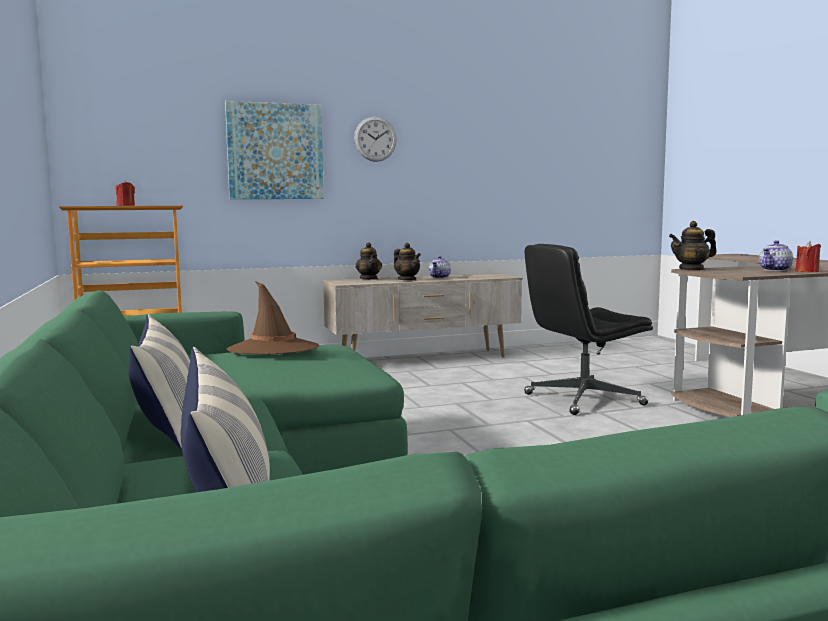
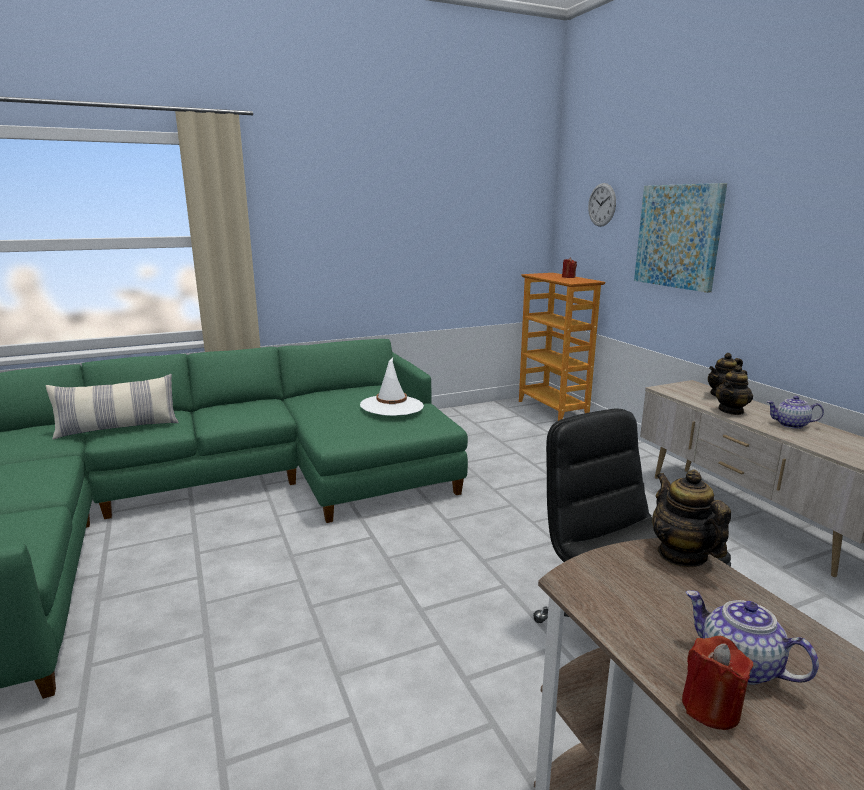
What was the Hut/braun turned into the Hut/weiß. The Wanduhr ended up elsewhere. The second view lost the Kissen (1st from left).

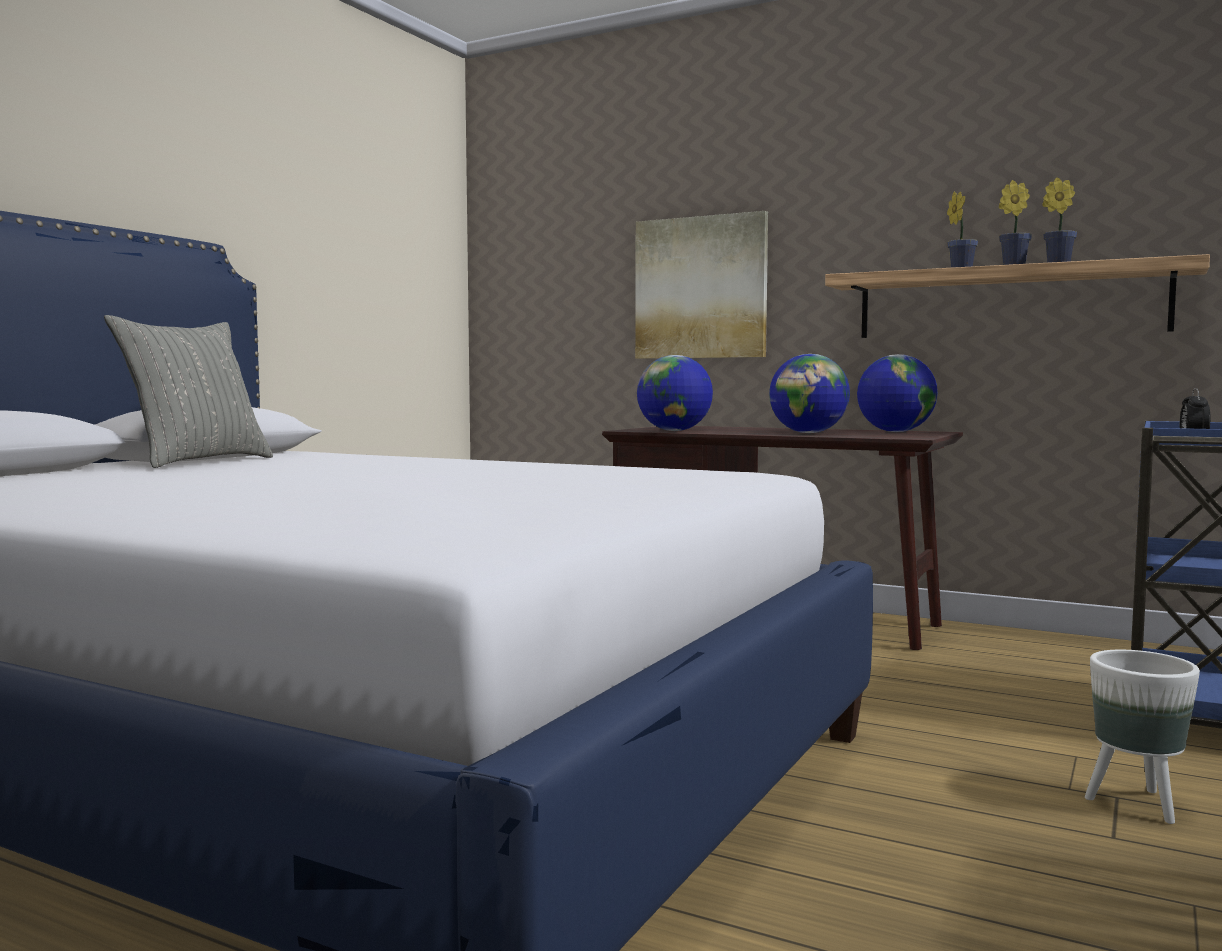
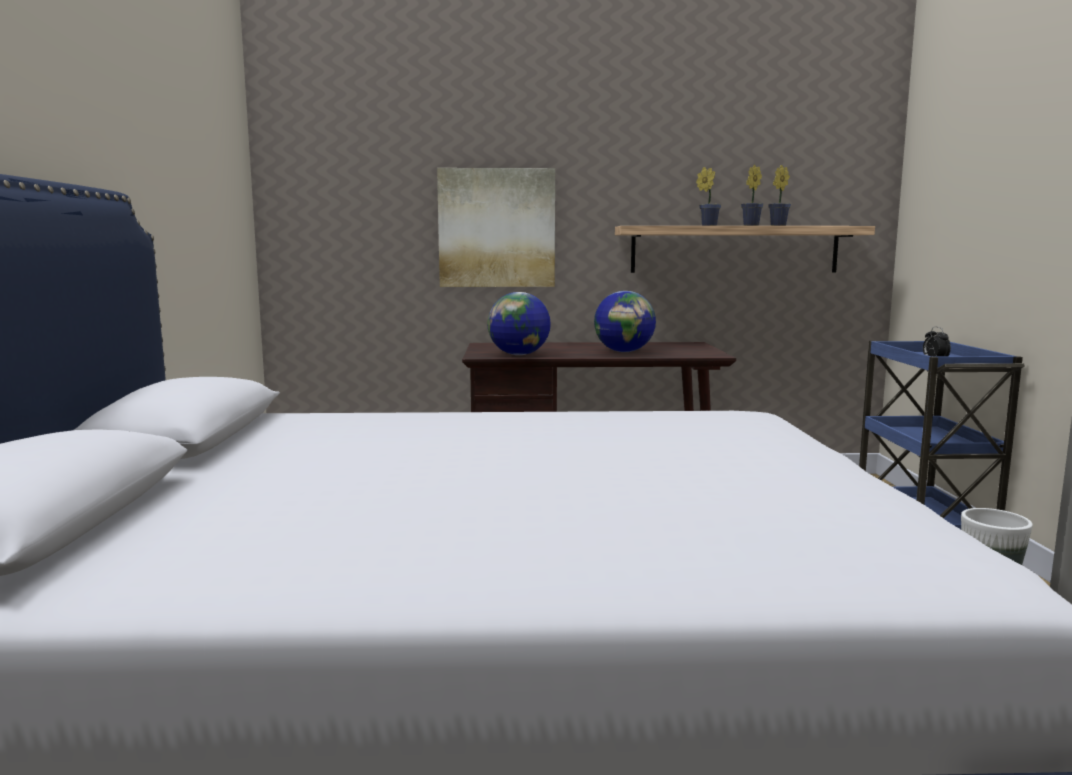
The second view lost the Kissen/grau. The second view lost the Globus (3rd from left).

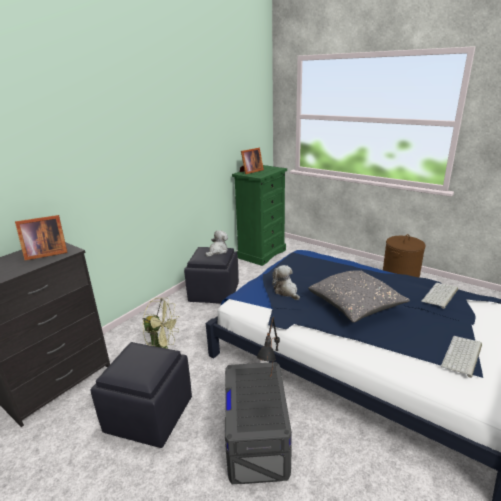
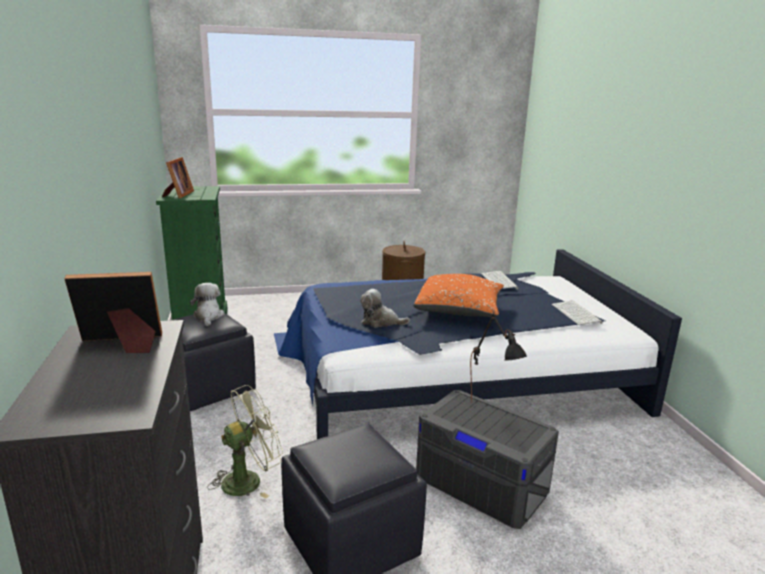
The Bilderrahmen (1st from left) ended up facing another way, 120 degrees counterclockwise from before. What was the Kissen/grau turned into the Kissen/orange.

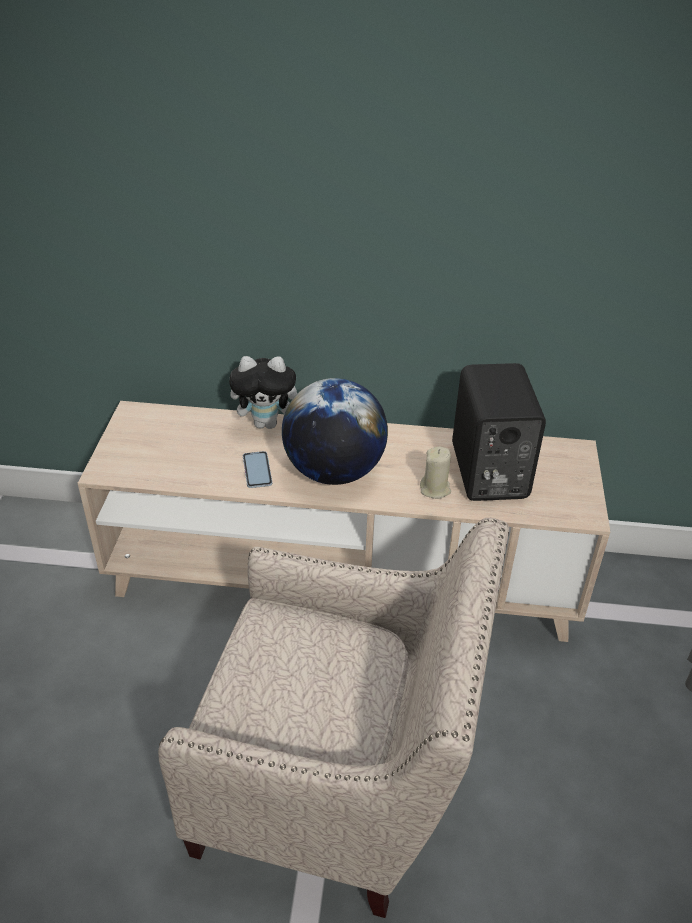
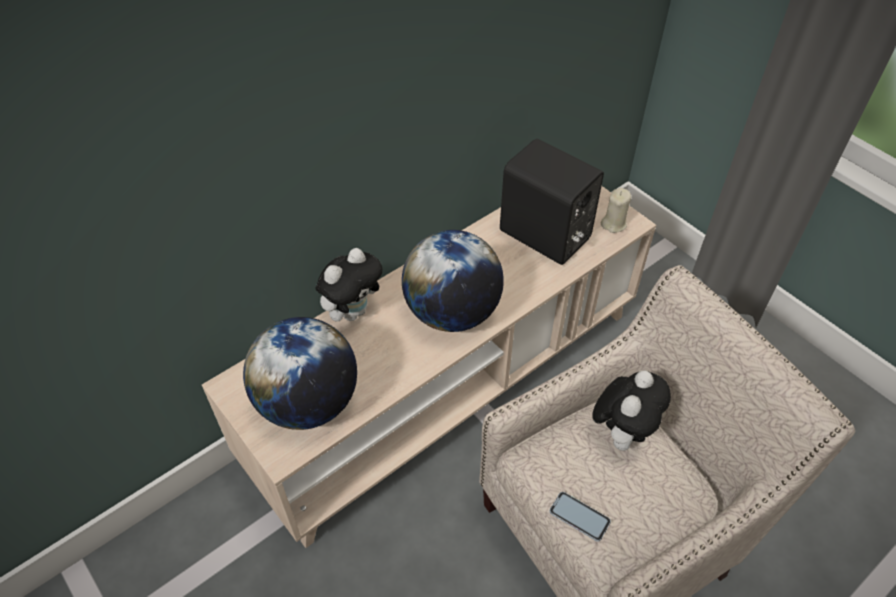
The second view gained the Globus (1st from left). The Handy ended up elsewhere. The second view gained the Plüschtier (2nd from left). The Kerze/beige ended up elsewhere.

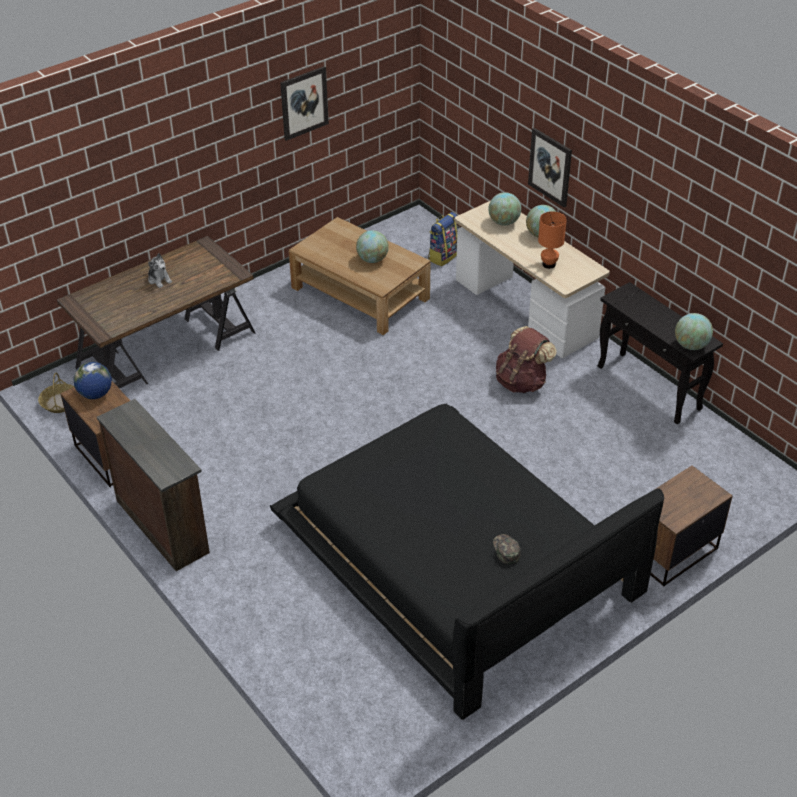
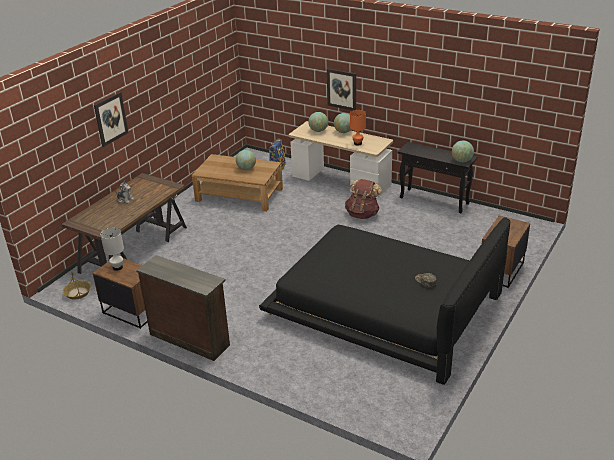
The Bild (1st from left) ended up elsewhere. Where the Globus (1st from left) stood, the Tischlampe/weiß came to stand.

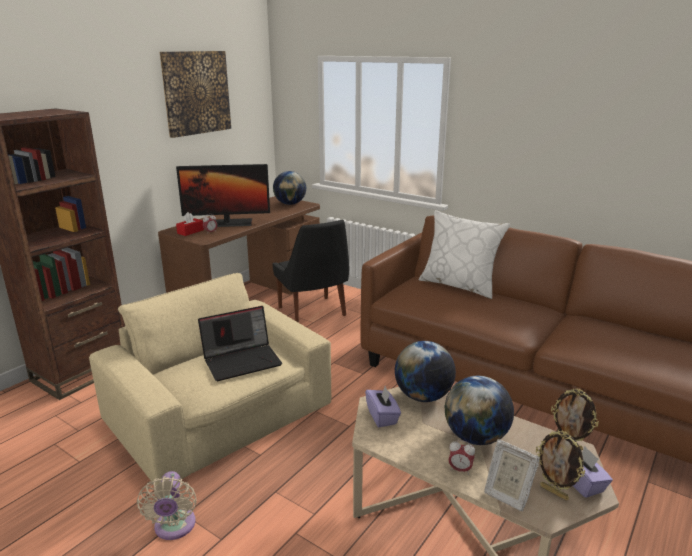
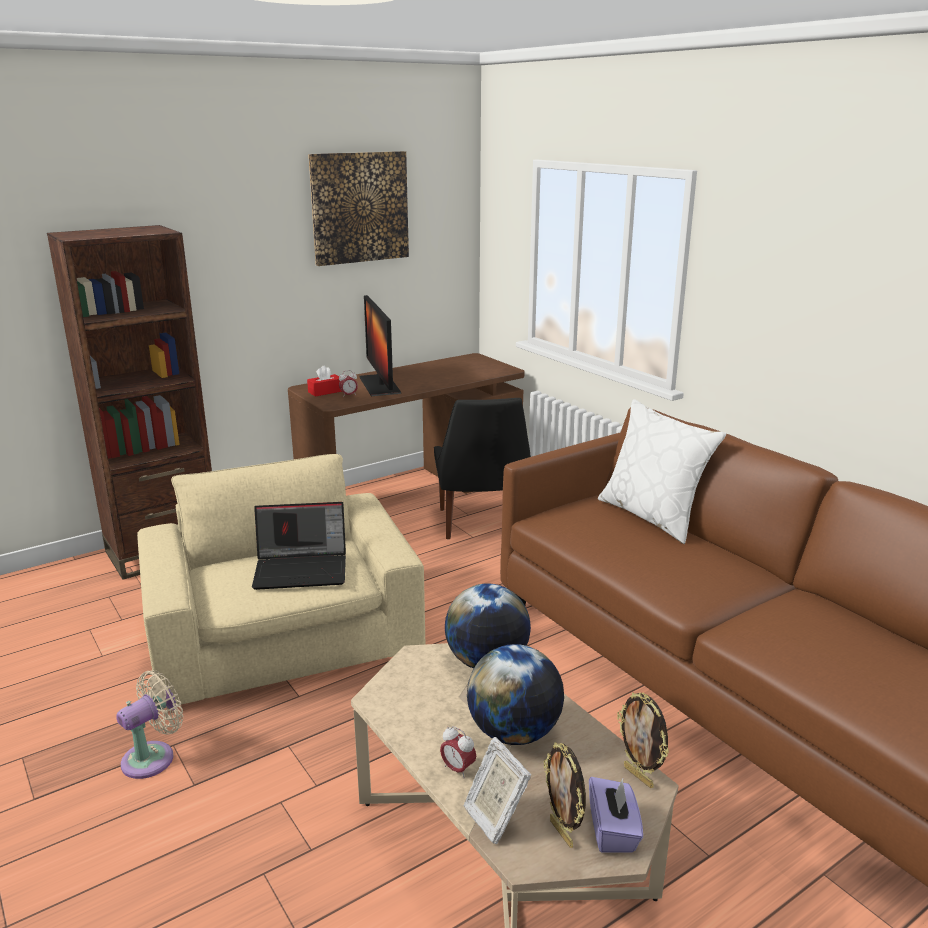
The Ventilator/beige ended up facing another way, 150 degrees counterclockwise from before. The Monitor ended up facing another way, 60 degrees clockwise from before. The second view lost the Globus (1st from left). The second view lost the Taschentuchbox/lila (1st from left).

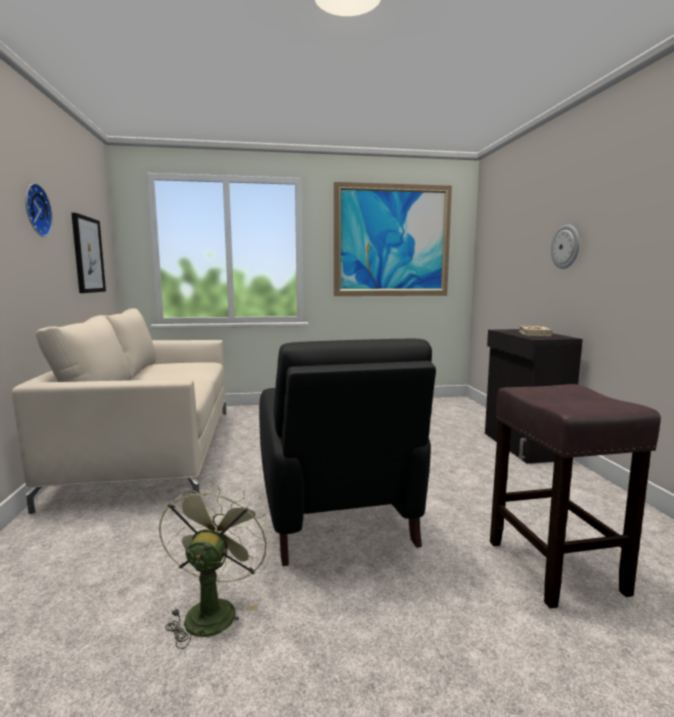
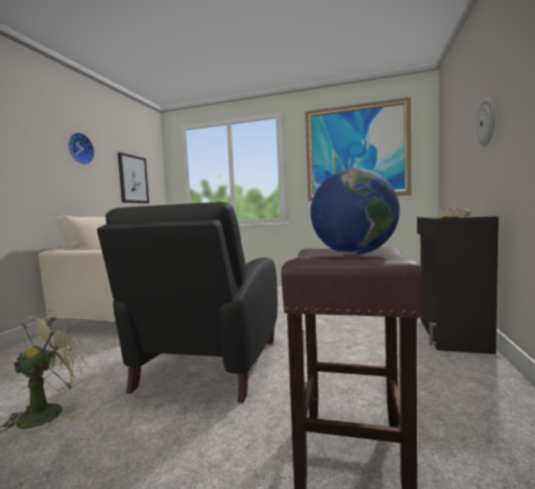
The second view gained the Globus.

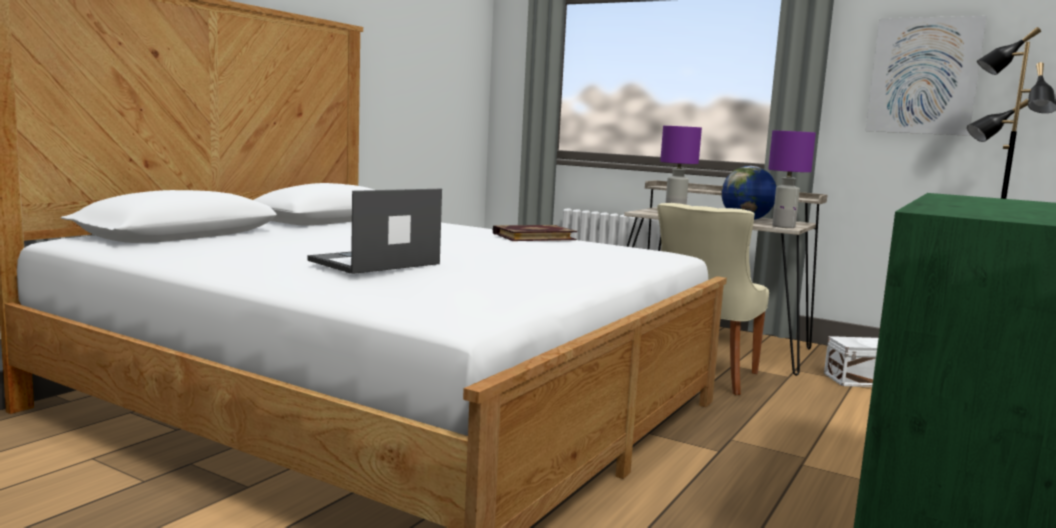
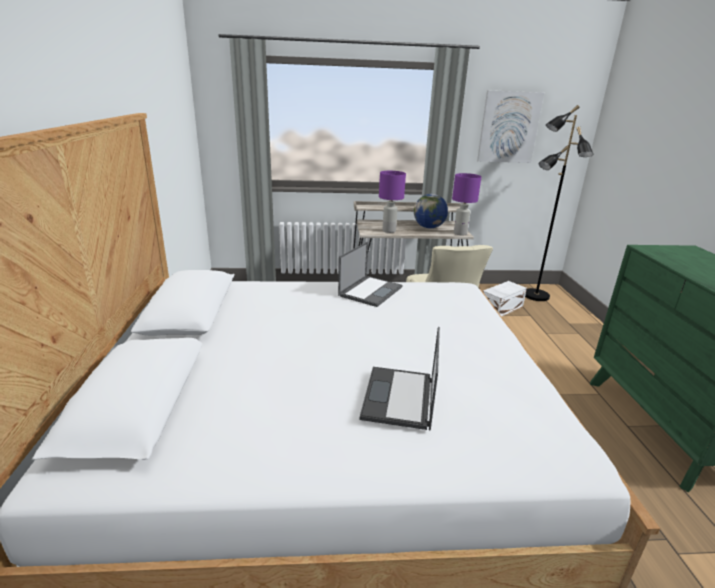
Where the Buch stood, the Laptop (1st from left) came to stand.

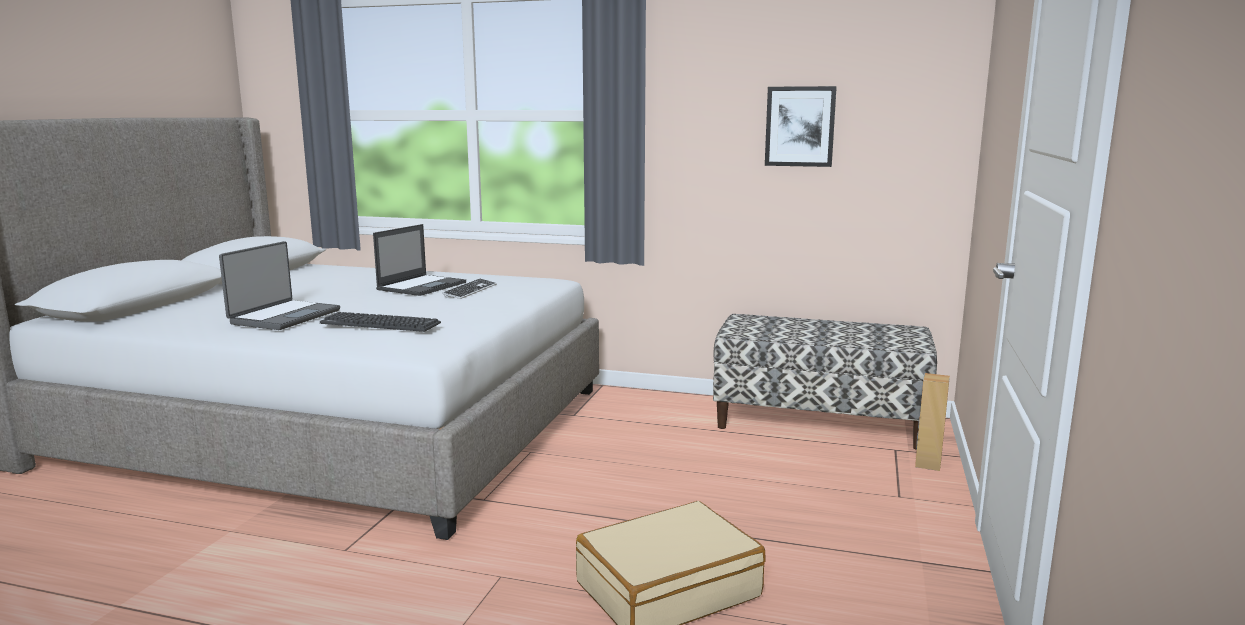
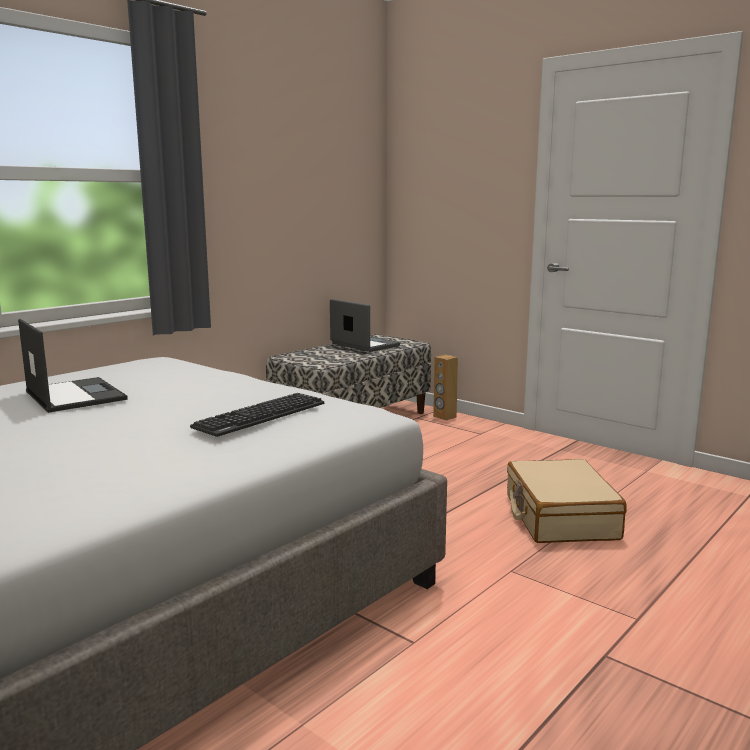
The Laptop (1st from left in the first image) ended up elsewhere. The second view lost the Tastatur (2nd from left). The second view lost the Bild.

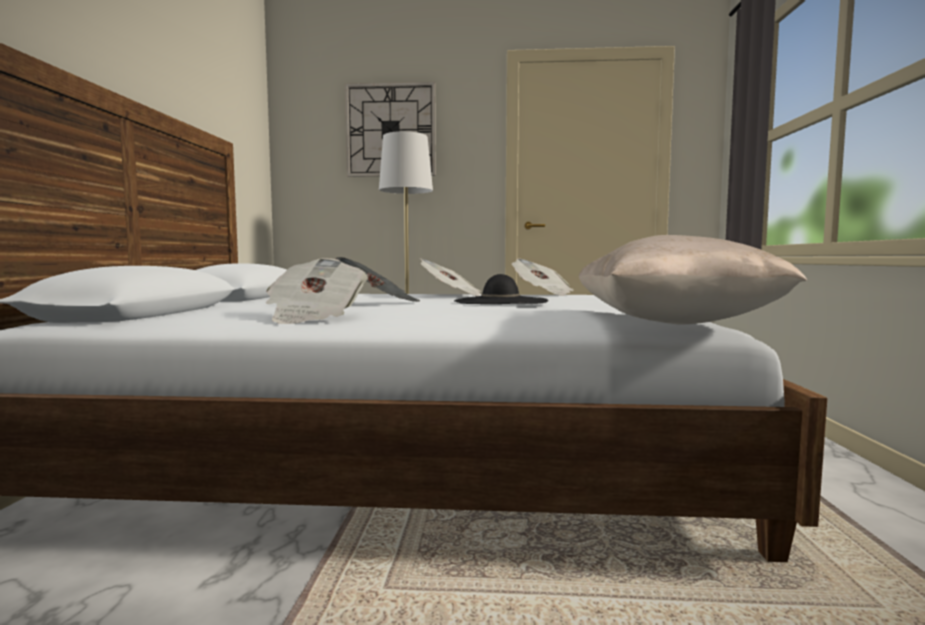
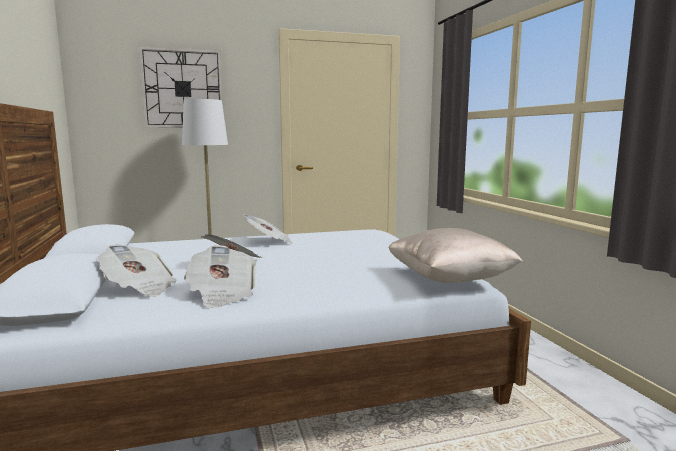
The Zeitung (4th from left in the first image) ended up elsewhere. The second view lost the Hut/schwarz.

